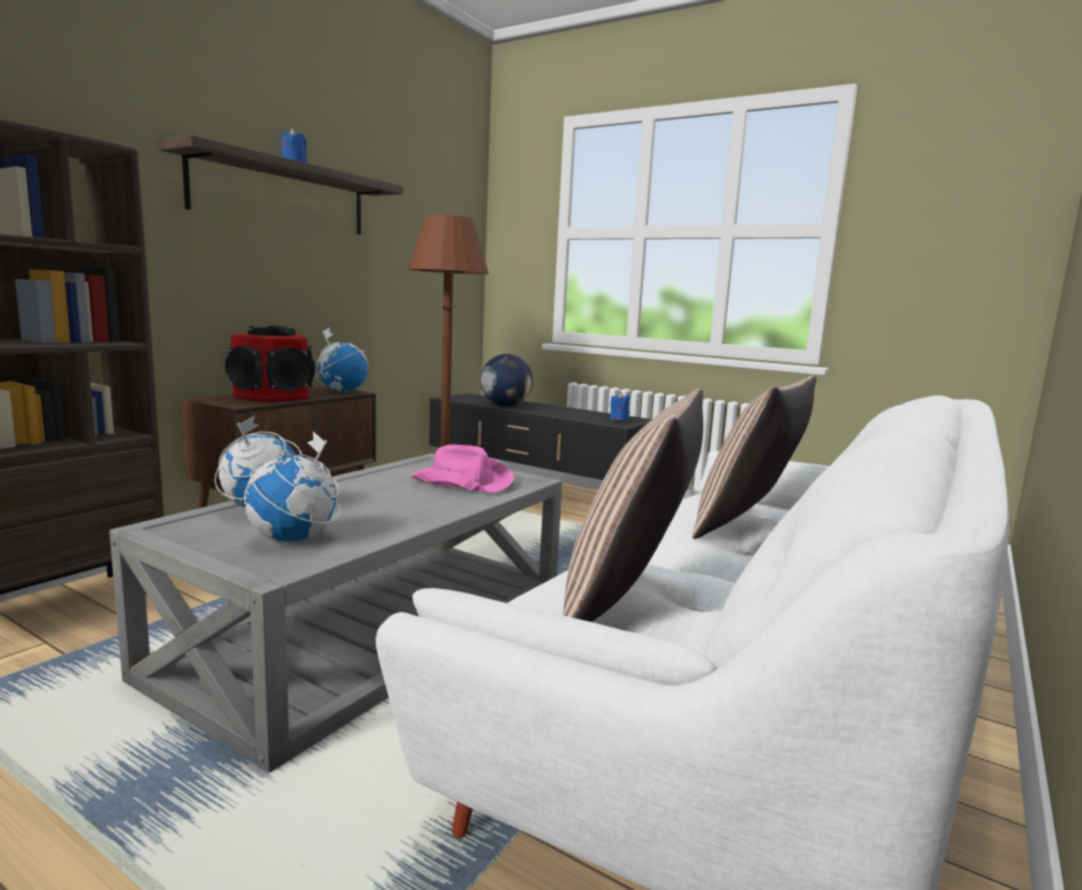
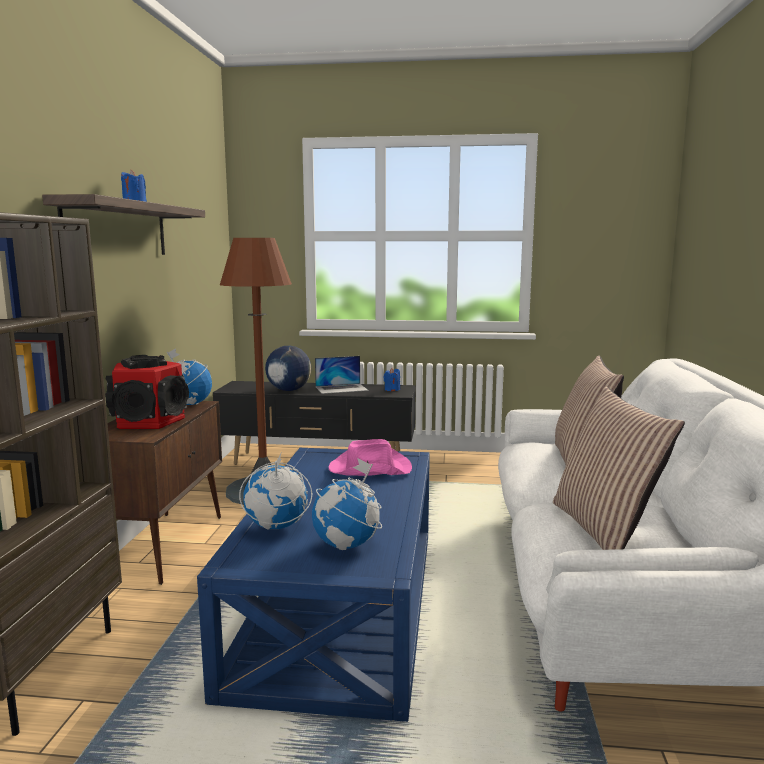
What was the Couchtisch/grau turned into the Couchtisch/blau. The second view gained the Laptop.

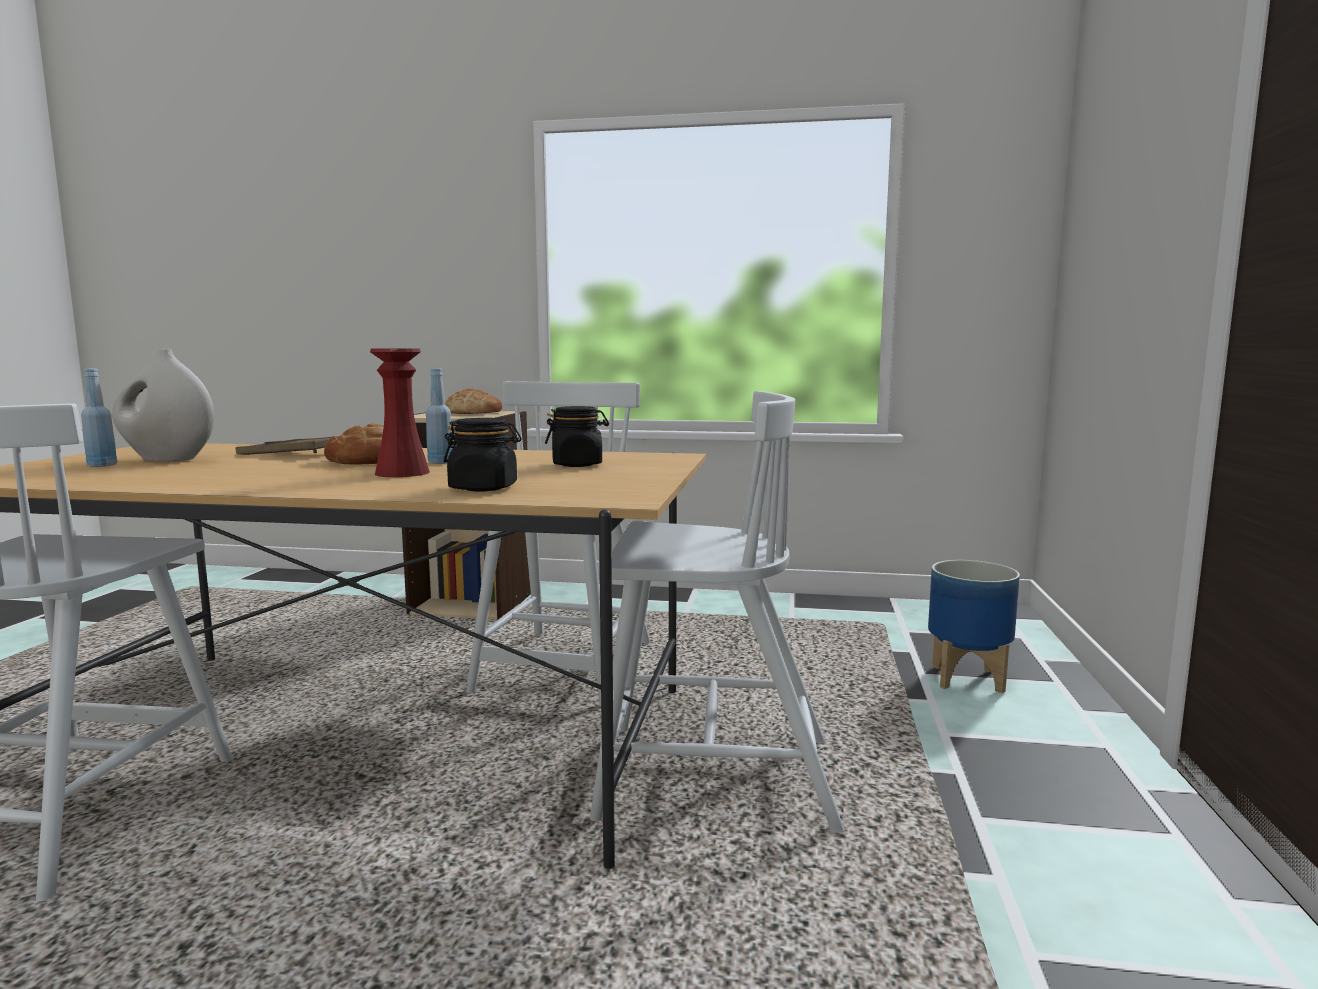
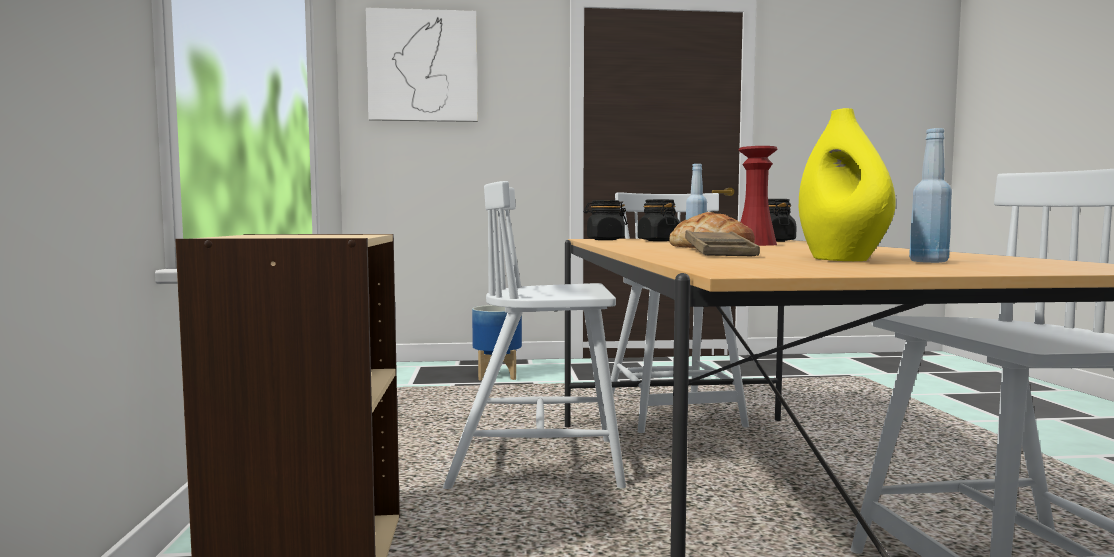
The second view gained the Bild. The second view gained the Vorratsglas/schwarz (1st from left). What was the Vase/weiß turned into the Vase/gelb. The second view lost the Brot (2nd from left).

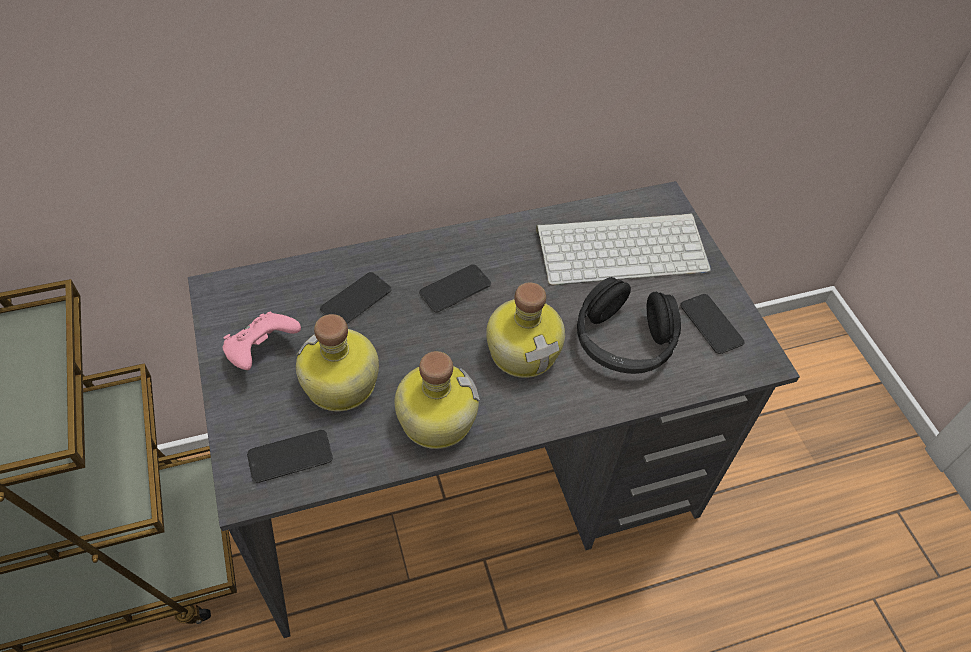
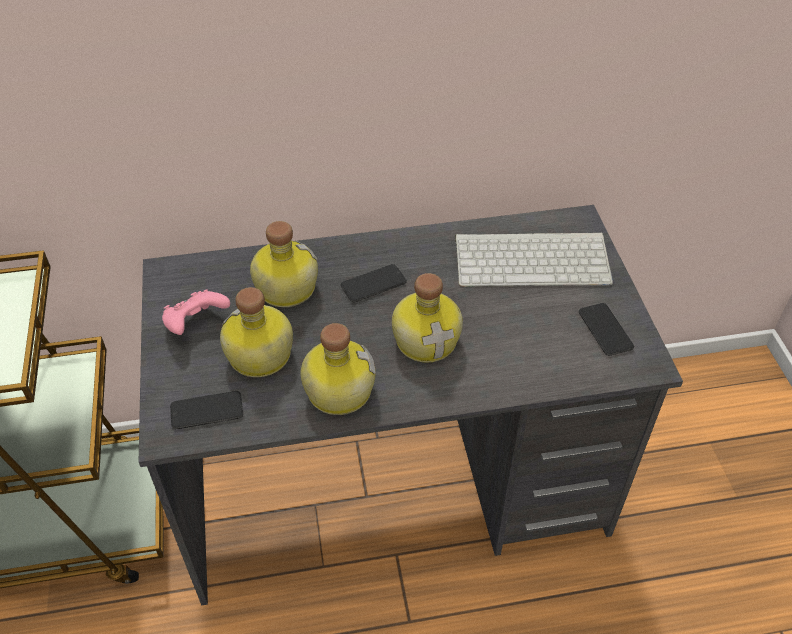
Where the Handy (2nd from left) stood, the Flasche (2nd from left) came to stand. The second view lost the Kopfhörer/schwarz.

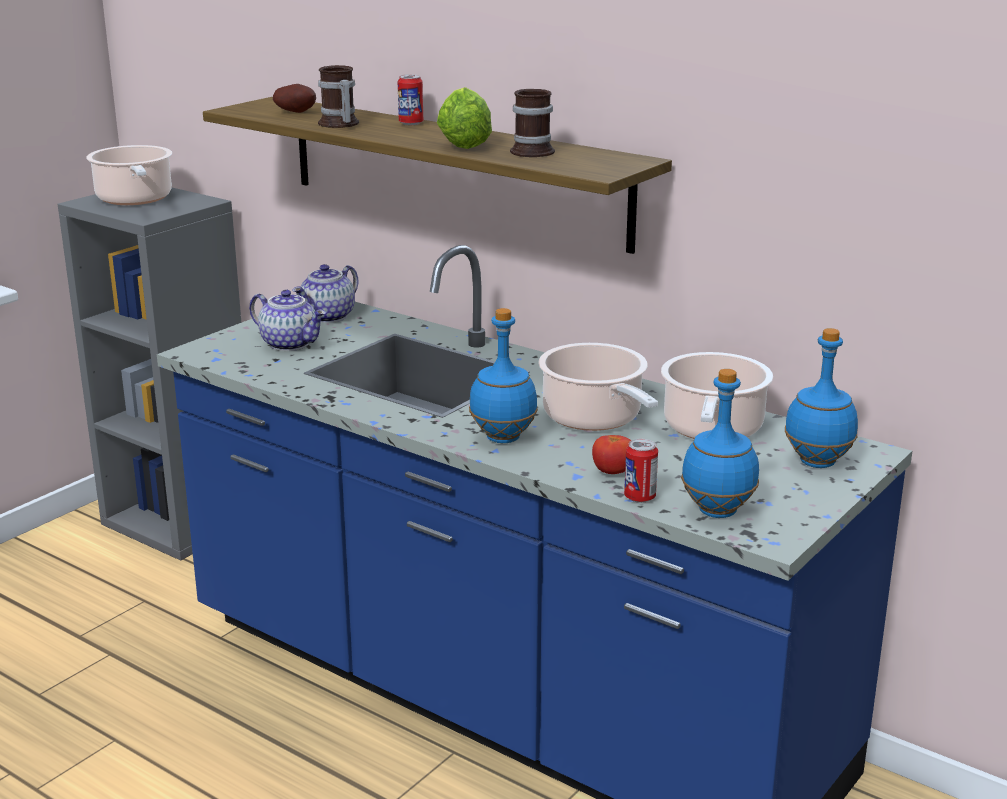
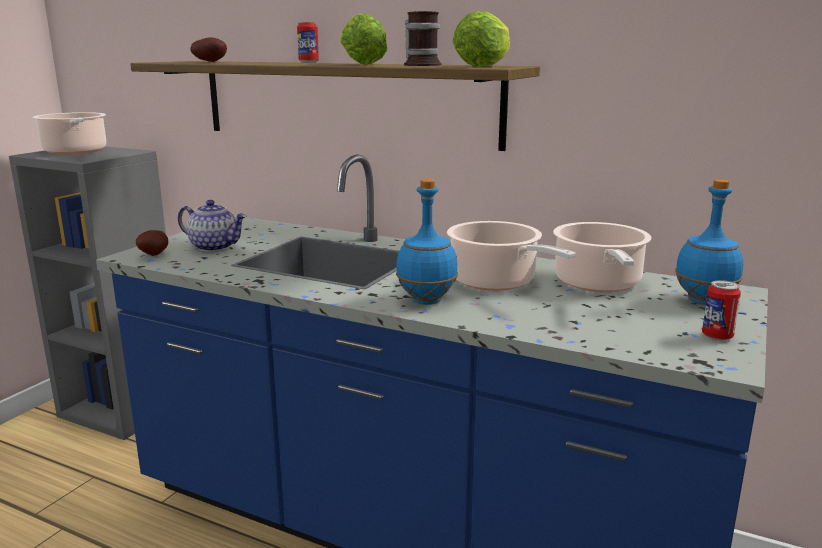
The second view gained the Kartoffel (1st from left). The second view gained the Salatkopf (2nd from left). The Dose (2nd from left) ended up elsewhere. The second view lost the Teekanne (2nd from left). The second view lost the Henkelbecher (1st from left). The second view lost the Tomate. The second view lost the Flasche/blau (2nd from left).

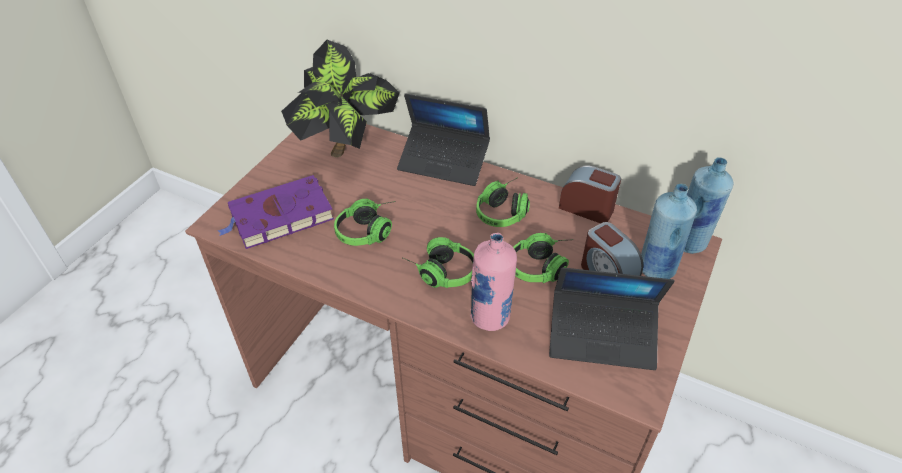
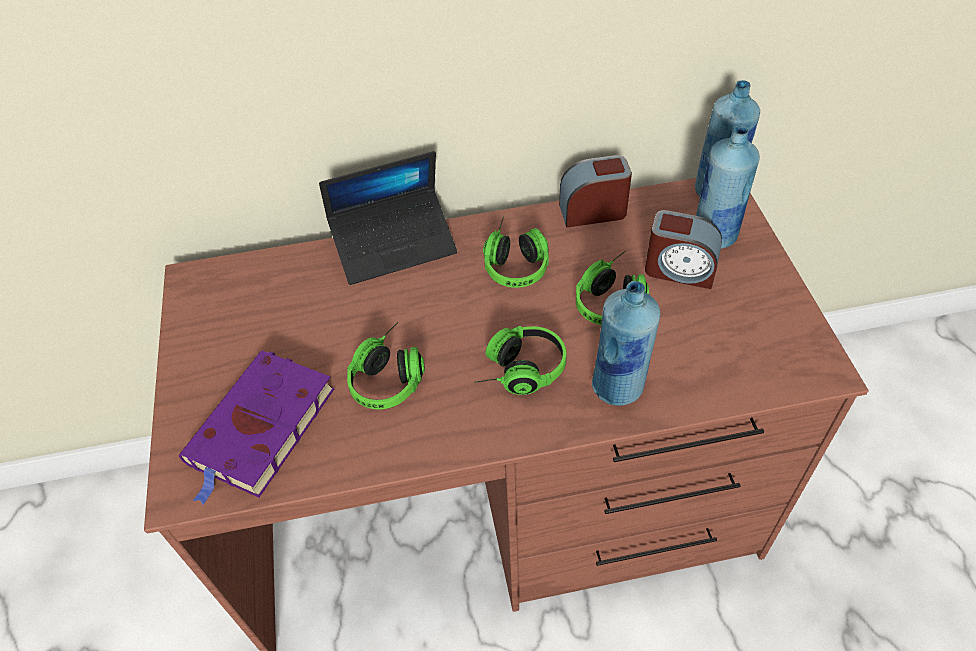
What was the Flasche/rosa turned into the Flasche/blau (1st from left). The second view lost the Topfpflanze. The second view lost the Laptop (2nd from left).

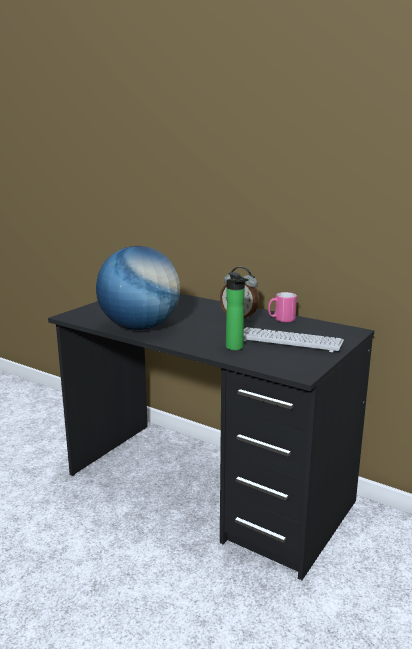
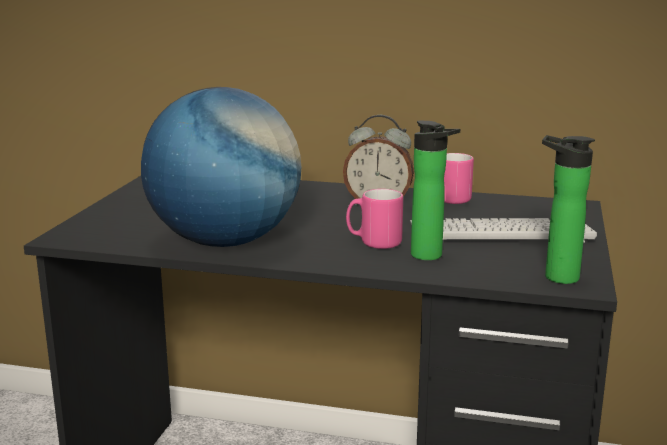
The second view gained the Henkelbecher/rosa (1st from left). The second view gained the Flasche (2nd from left).

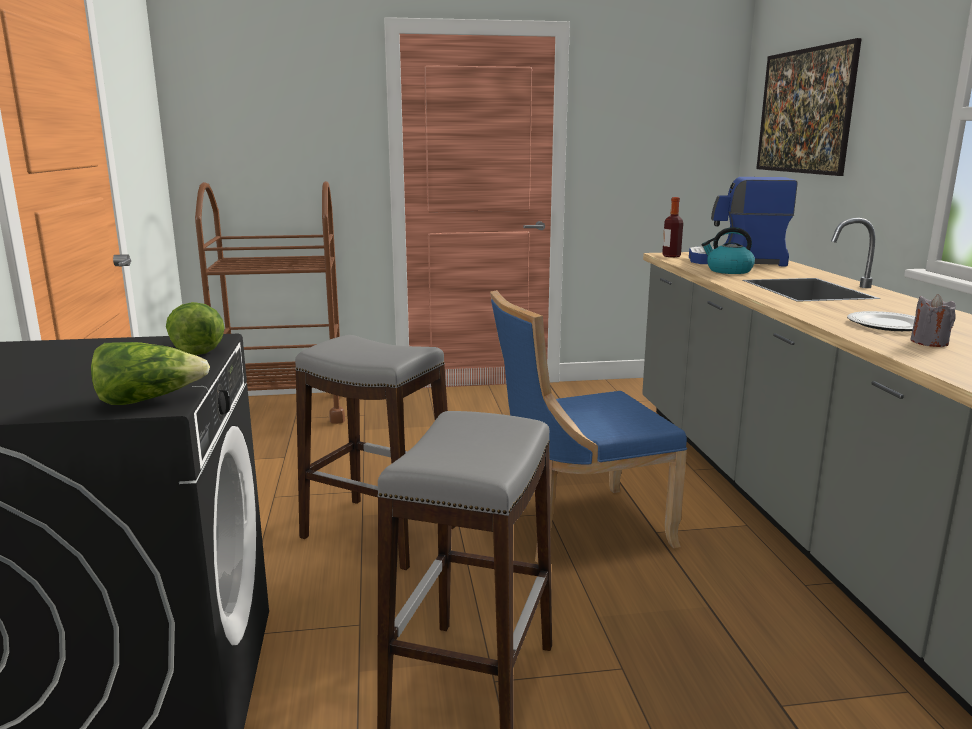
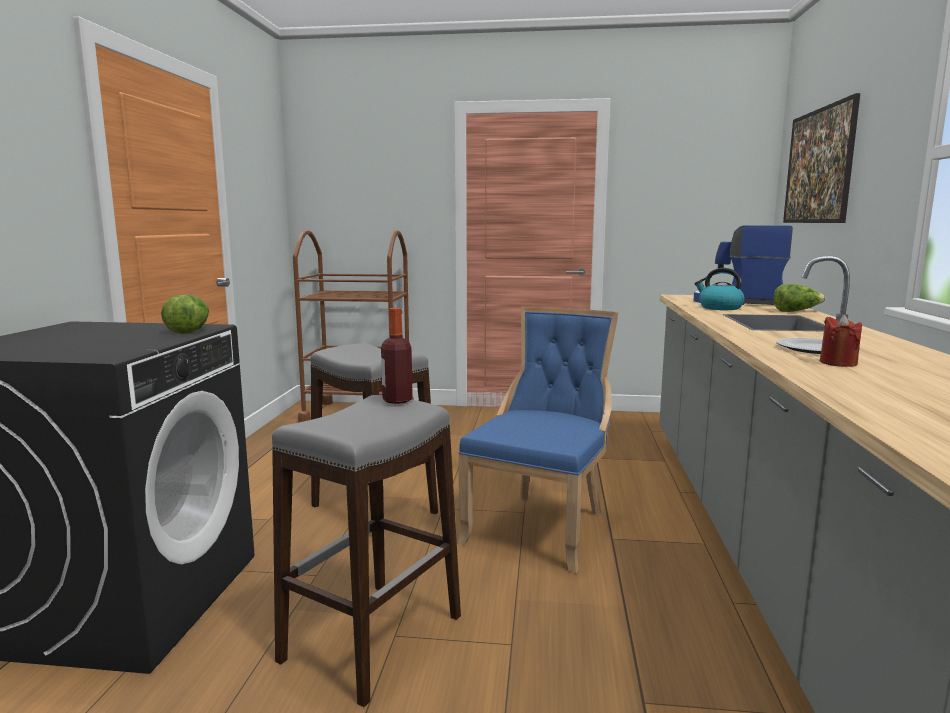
The Flasche ended up elsewhere. The Stuhl/blau ended up facing another way, 120 degrees clockwise from before. The Salatkopf (1st from left in the first image) ended up elsewhere. What was the Kerze/grau turned into the Kerze/rot.

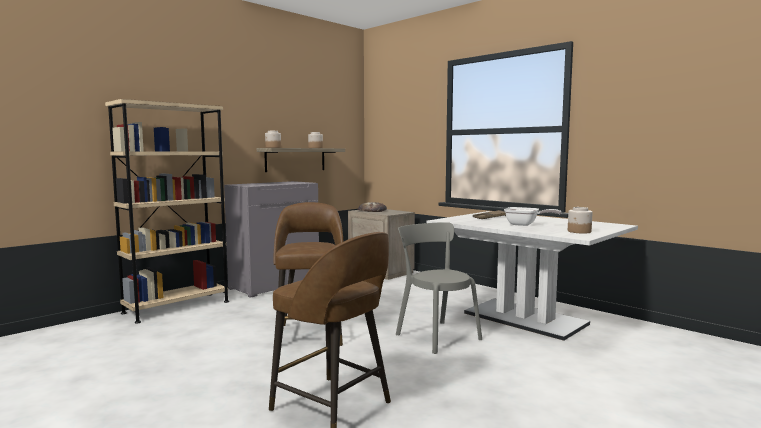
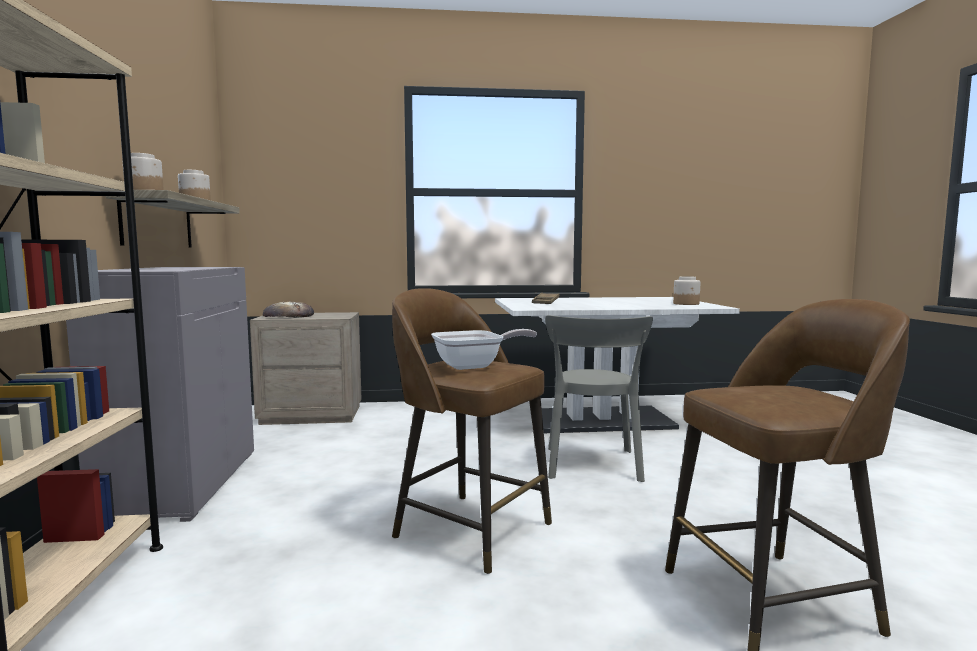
The Pfanne ended up elsewhere. The Stuhl/grau ended up facing another way, 90 degrees counterclockwise from before.

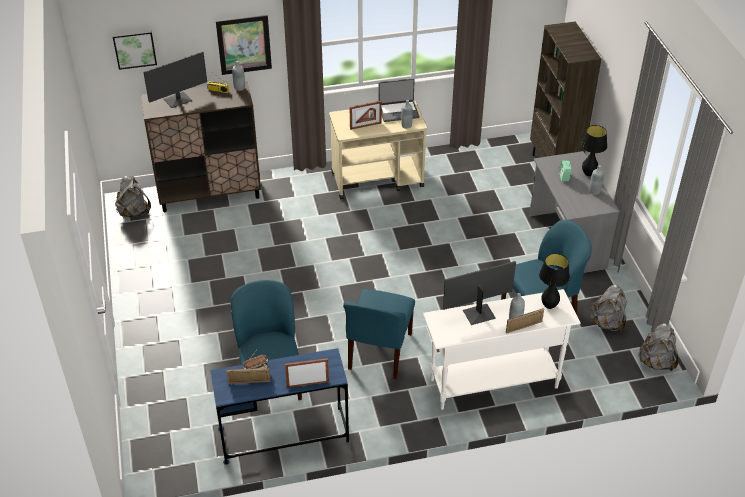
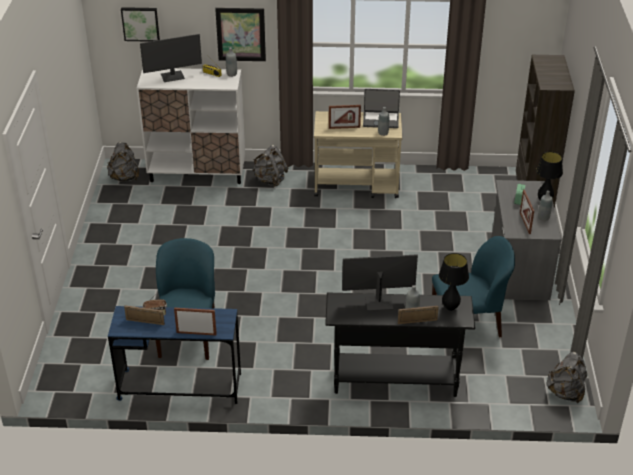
What was the Schrank/braun turned into the Schrank/weiß. The Rucksack/grau (2nd from left) ended up elsewhere. What was the Konsolentisch/weiß turned into the Konsolentisch/schwarz. The second view gained the Bilderrahmen (5th from left). The second view lost the Stuhl/blau (2nd from left).

